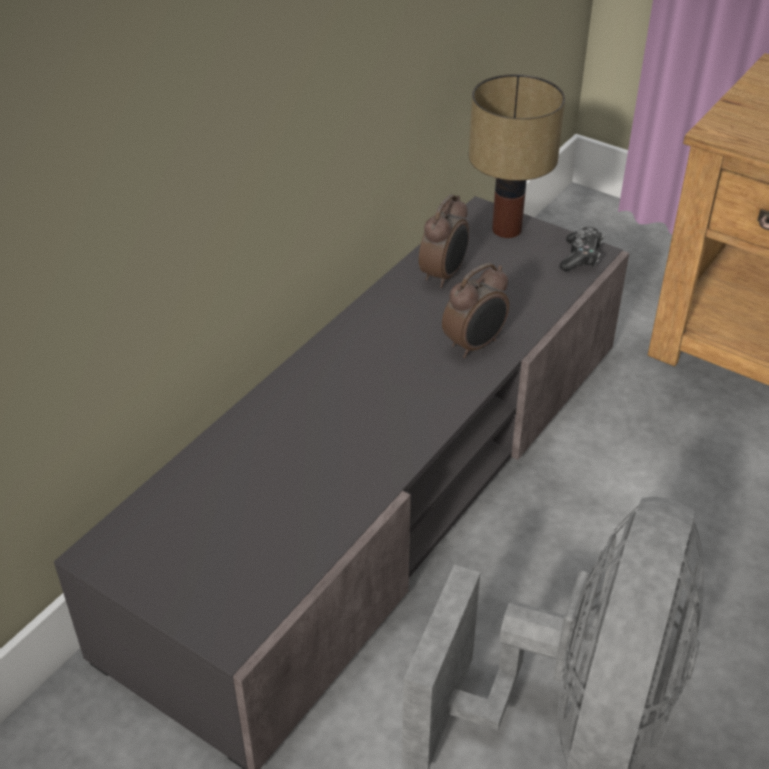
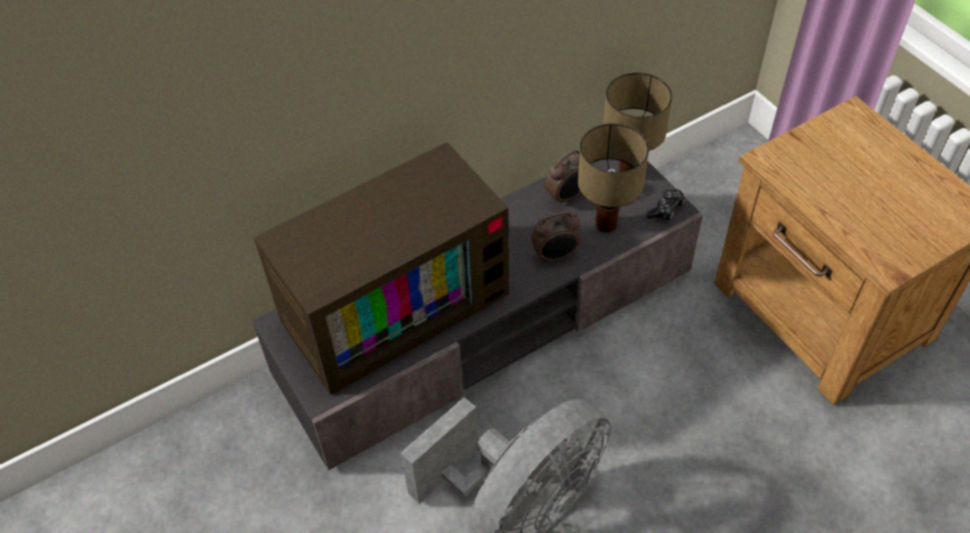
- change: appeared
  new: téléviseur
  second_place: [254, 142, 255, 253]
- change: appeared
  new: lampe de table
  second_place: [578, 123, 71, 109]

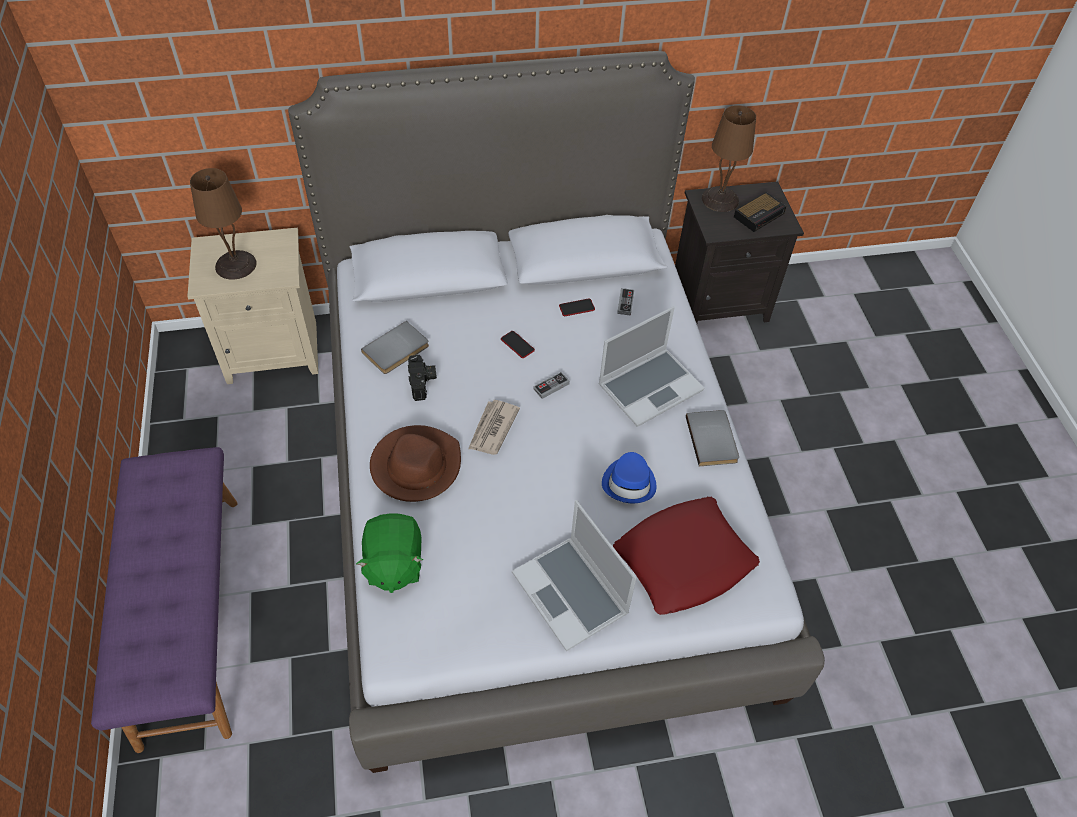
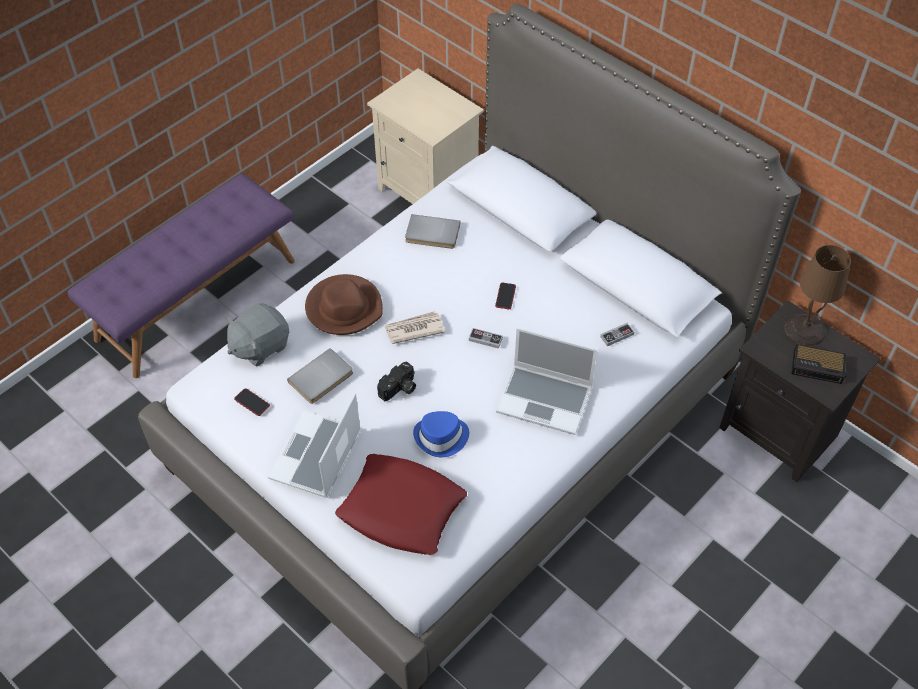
- change: colour
  old: peluche (vert)
  new: peluche (gris)
  first_place: [356, 513, 67, 80]
  second_place: [226, 303, 63, 63]
- change: relocated
  old: téléphone
  first_place: [559, 299, 36, 17]
  second_place: [234, 388, 36, 28]
- change: relocated
  old: livre (gris)
  first_place: [686, 410, 53, 56]
  second_place: [287, 348, 66, 56]
- change: relocated
  old: appareil photo
  first_place: [408, 355, 29, 46]
  second_place: [377, 361, 39, 40]
- change: missing
  old: lampe de table (marron)
  first_place: [190, 168, 67, 112]

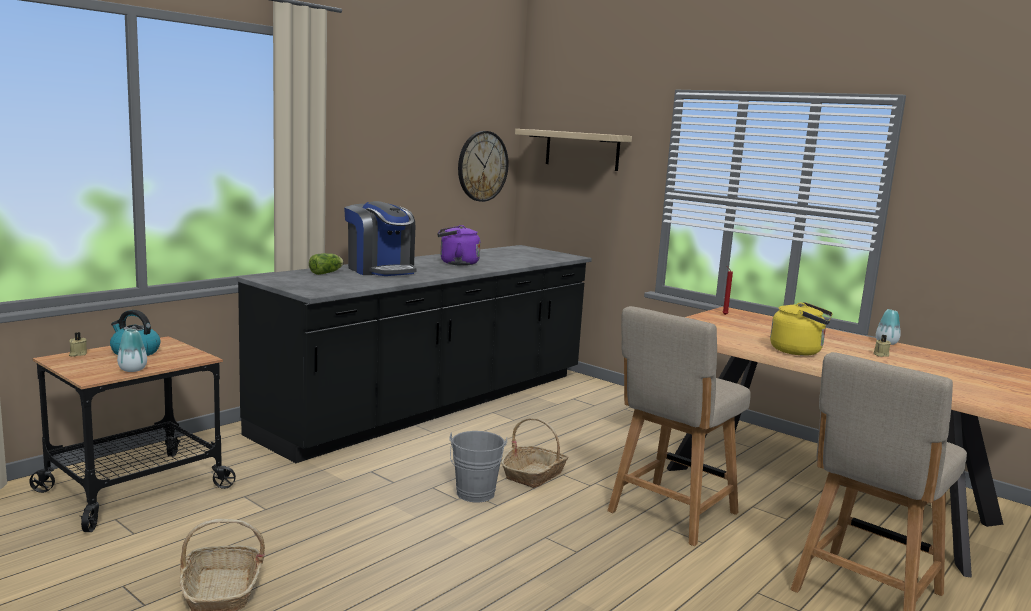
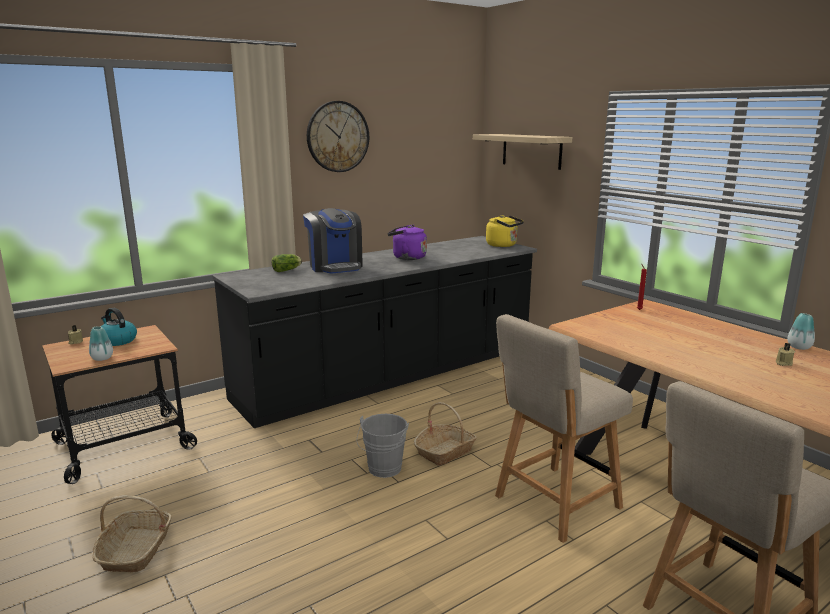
- change: relocated
  old: horloge murale
  first_place: [458, 131, 51, 71]
  second_place: [307, 101, 62, 71]
- change: relocated
  old: bouilloire (jaune)
  first_place: [770, 302, 63, 54]
  second_place: [486, 215, 38, 32]

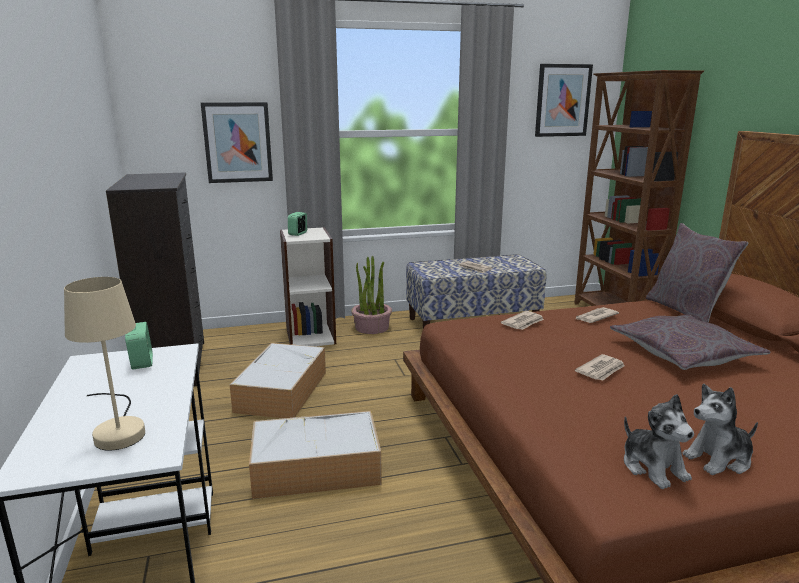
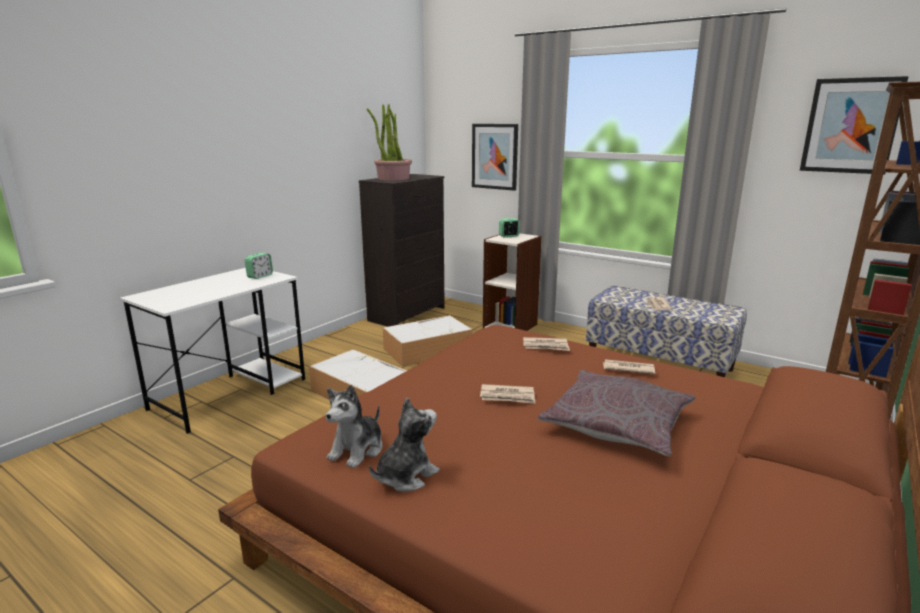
- change: relocated
  old: plante en pot
  first_place: [351, 256, 41, 78]
  second_place: [367, 104, 45, 76]
- change: spun
  old: peluche
  first_place: [682, 384, 76, 91]
  second_place: [369, 398, 71, 94]
  degrees: 105
- change: missing
  old: lampe de table (beige)
  first_place: [64, 277, 81, 174]
- change: missing
  old: coussin (gris)
  first_place: [646, 223, 102, 100]

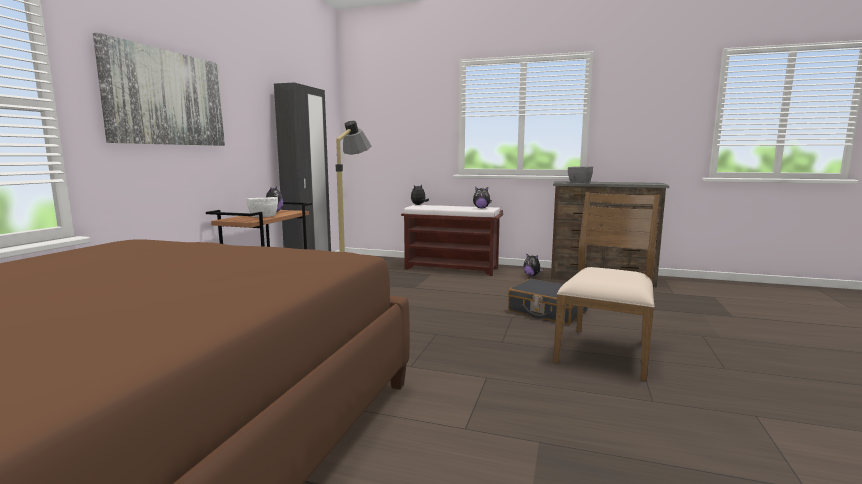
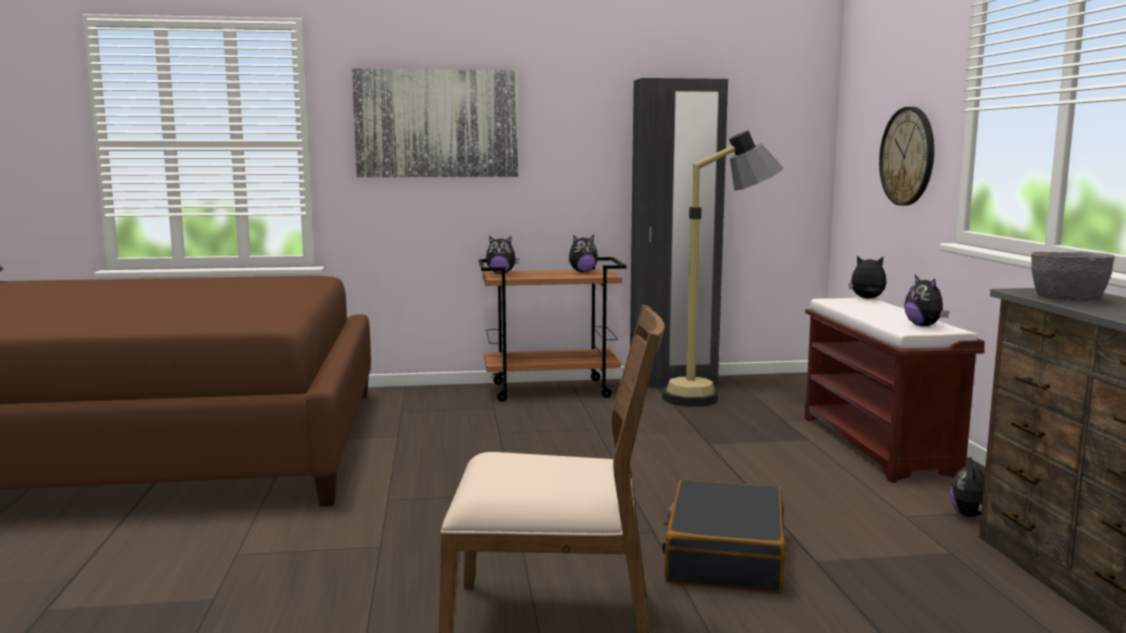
- change: appeared
  new: peluche
  second_place: [486, 236, 33, 38]
- change: appeared
  new: horloge murale
  second_place: [879, 107, 55, 99]
- change: missing
  old: bol (blanc)
  first_place: [247, 197, 31, 20]

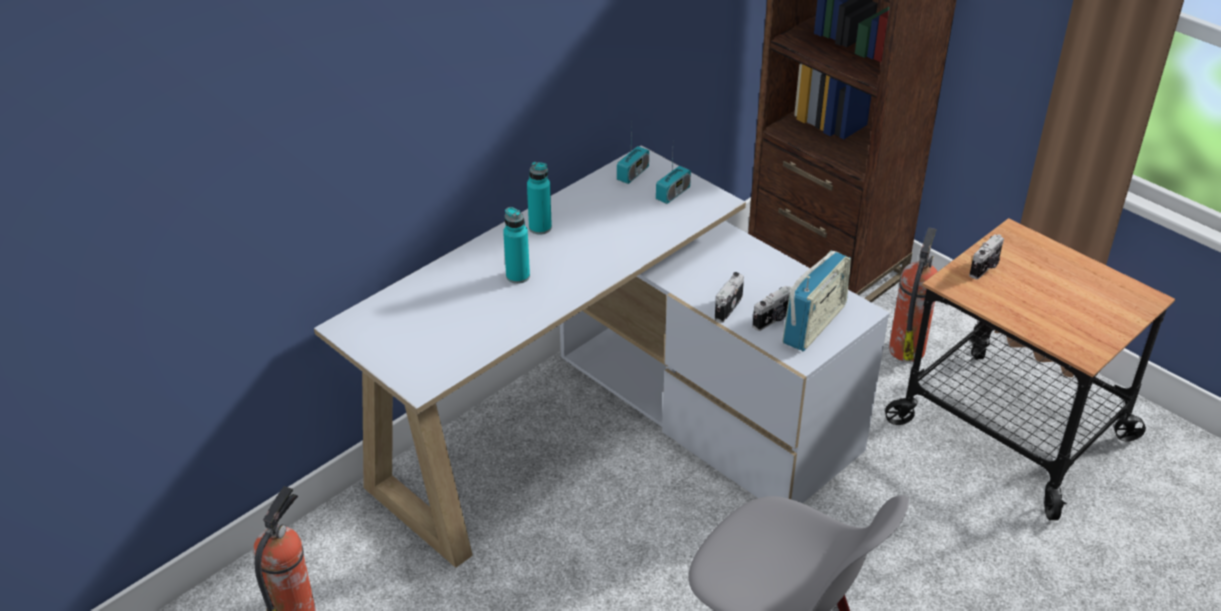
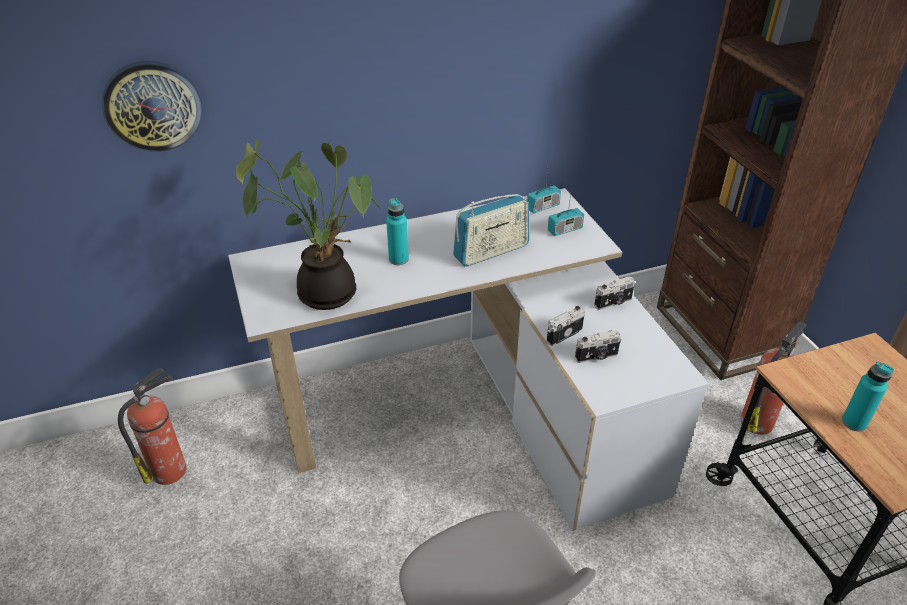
- change: appeared
  new: horloge murale
  second_place: [102, 61, 100, 91]
- change: appeared
  new: plante en pot
  second_place: [236, 140, 146, 170]
- change: relocated
  old: radio
  first_place: [782, 250, 69, 101]
  second_place: [453, 194, 76, 73]
- change: relocated
  old: appareil photo
  first_place: [969, 234, 35, 45]
  second_place: [594, 276, 41, 34]
- change: relocated
  old: bouteille (turquoise)
  first_place: [527, 162, 25, 73]
  second_place: [842, 362, 52, 69]

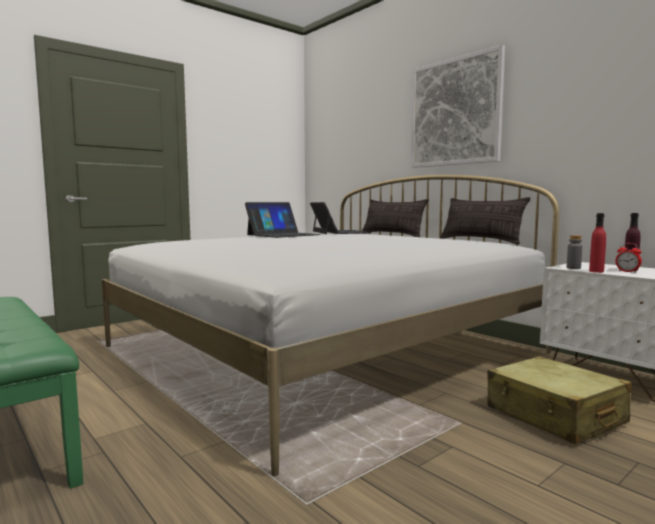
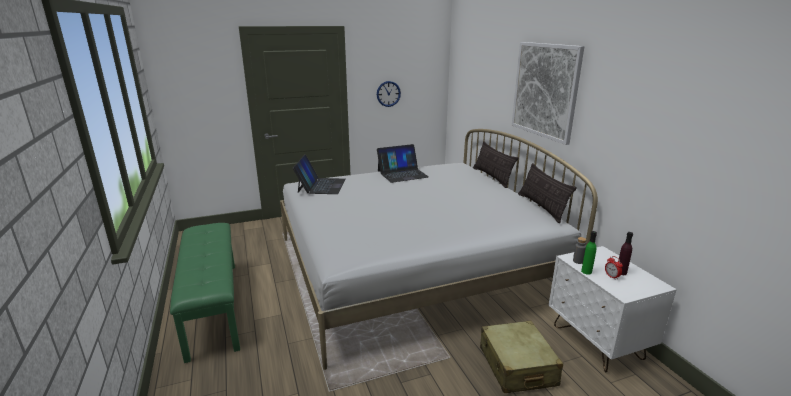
- change: relocated
  old: ordinateur portable
  first_place: [310, 202, 60, 32]
  second_place: [293, 154, 52, 40]
- change: appeared
  new: horloge murale
  second_place: [377, 81, 24, 26]
- change: colour
  old: bouteille (rouge)
  new: bouteille (vert)
  first_place: [589, 213, 17, 60]
  second_place: [581, 231, 16, 44]

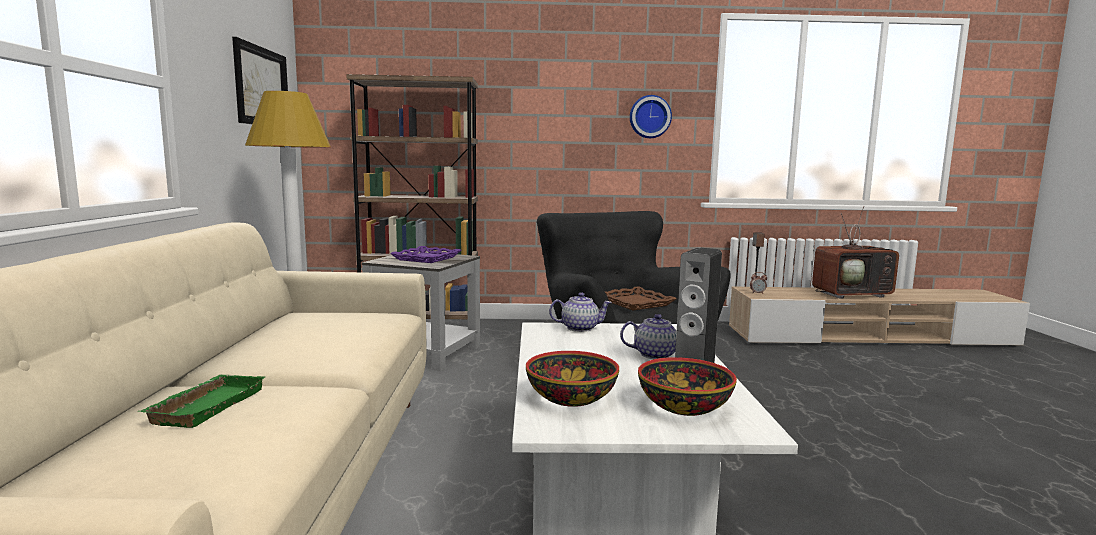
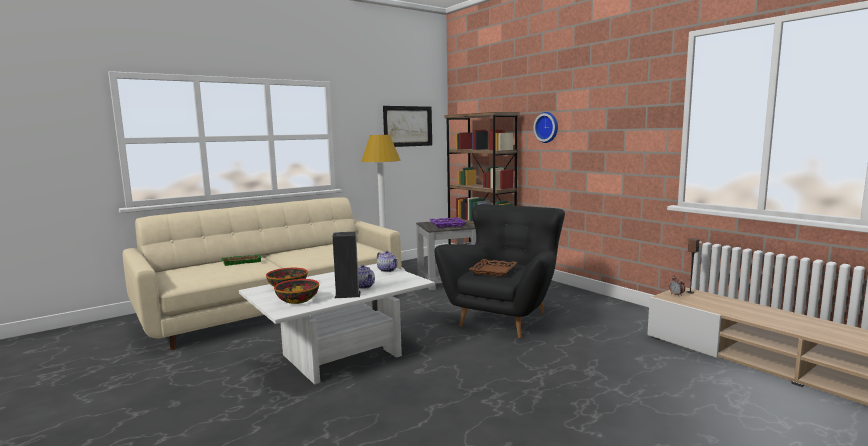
- change: relocated
  old: horloge murale
  first_place: [630, 95, 42, 43]
  second_place: [533, 112, 25, 31]
- change: missing
  old: téléviseur
  first_place: [812, 206, 87, 92]

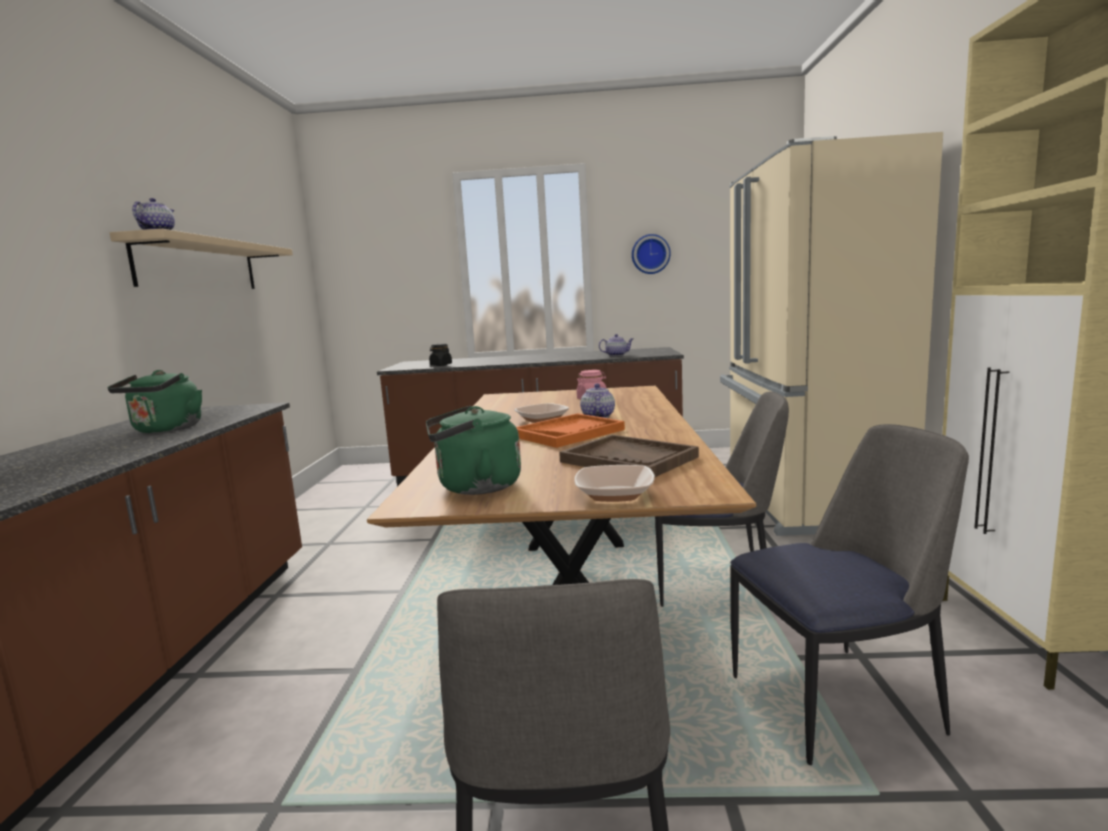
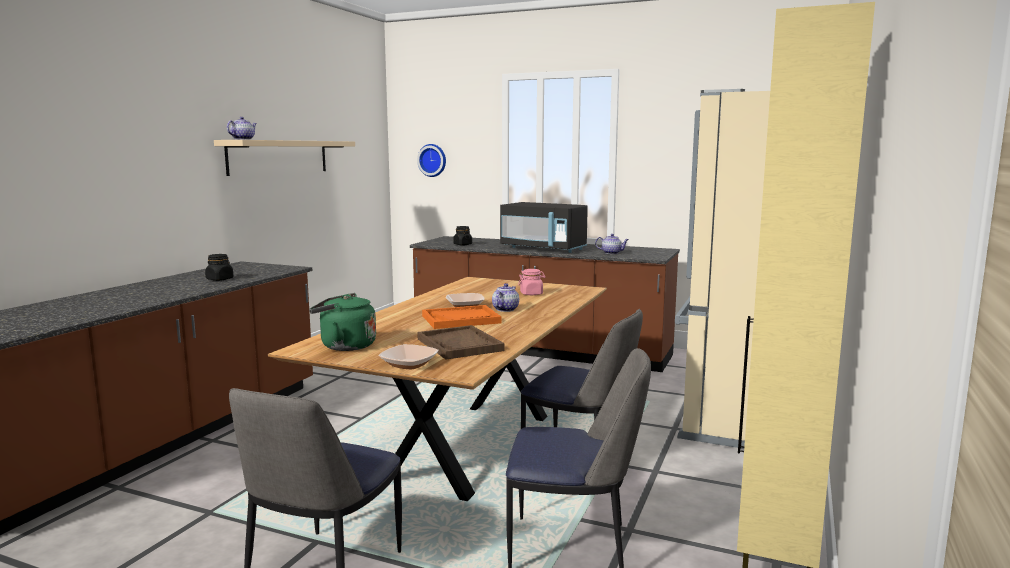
- change: exchanged
  old: bouilloire (vert)
  new: bocal (noir)
  first_place: [108, 370, 94, 63]
  second_place: [205, 254, 28, 27]
- change: relocated
  old: horloge murale
  first_place: [632, 234, 39, 40]
  second_place: [417, 144, 29, 33]
- change: appeared
  new: micro-ondes (noir)
  second_place: [500, 202, 88, 51]

